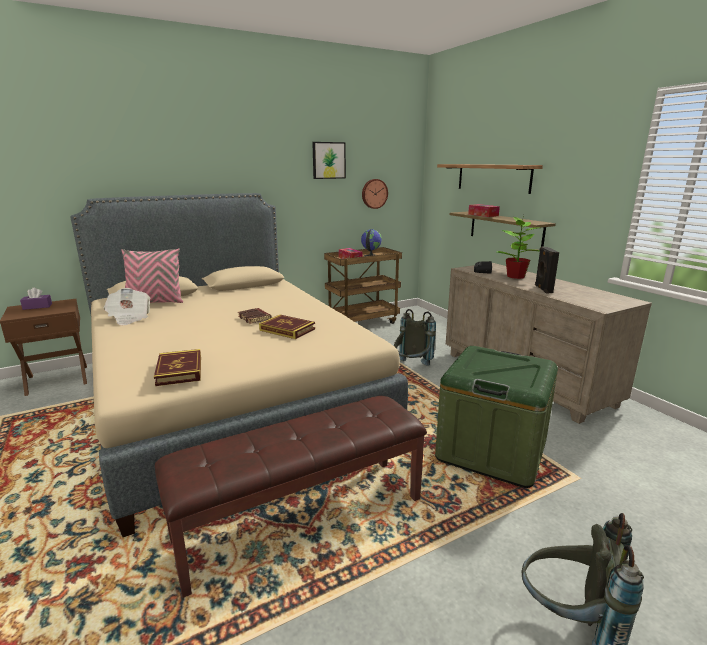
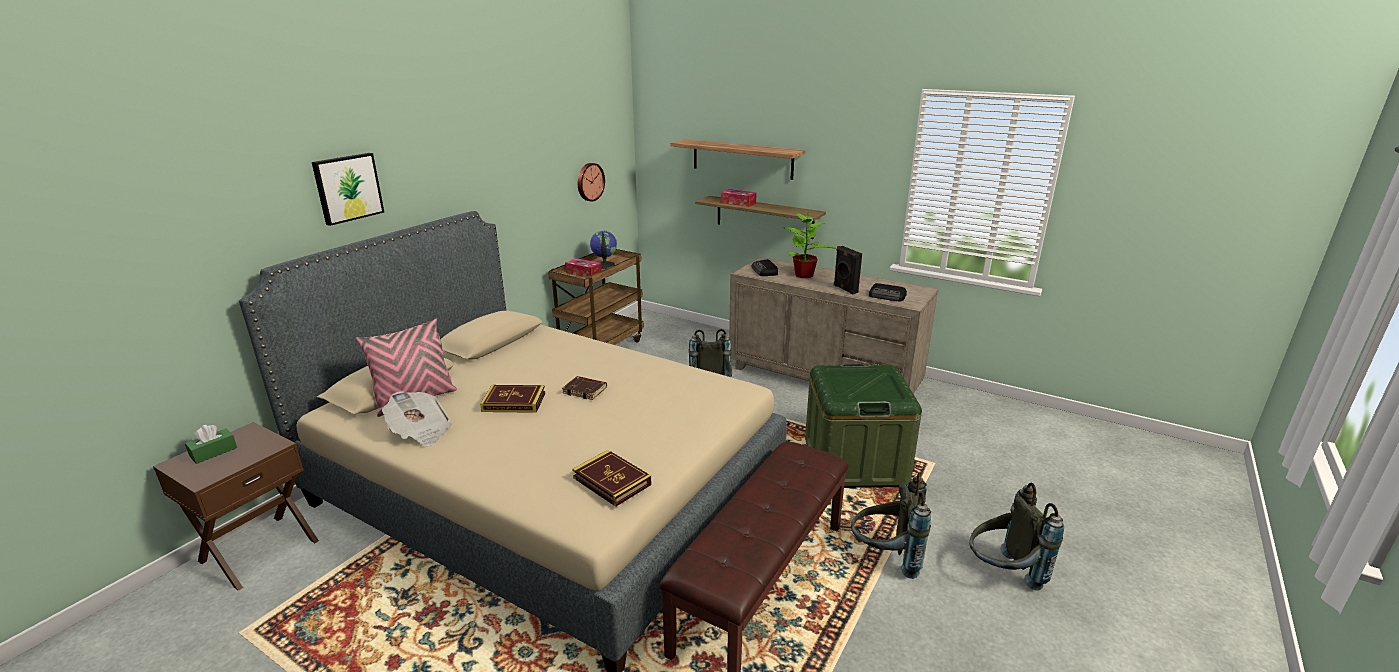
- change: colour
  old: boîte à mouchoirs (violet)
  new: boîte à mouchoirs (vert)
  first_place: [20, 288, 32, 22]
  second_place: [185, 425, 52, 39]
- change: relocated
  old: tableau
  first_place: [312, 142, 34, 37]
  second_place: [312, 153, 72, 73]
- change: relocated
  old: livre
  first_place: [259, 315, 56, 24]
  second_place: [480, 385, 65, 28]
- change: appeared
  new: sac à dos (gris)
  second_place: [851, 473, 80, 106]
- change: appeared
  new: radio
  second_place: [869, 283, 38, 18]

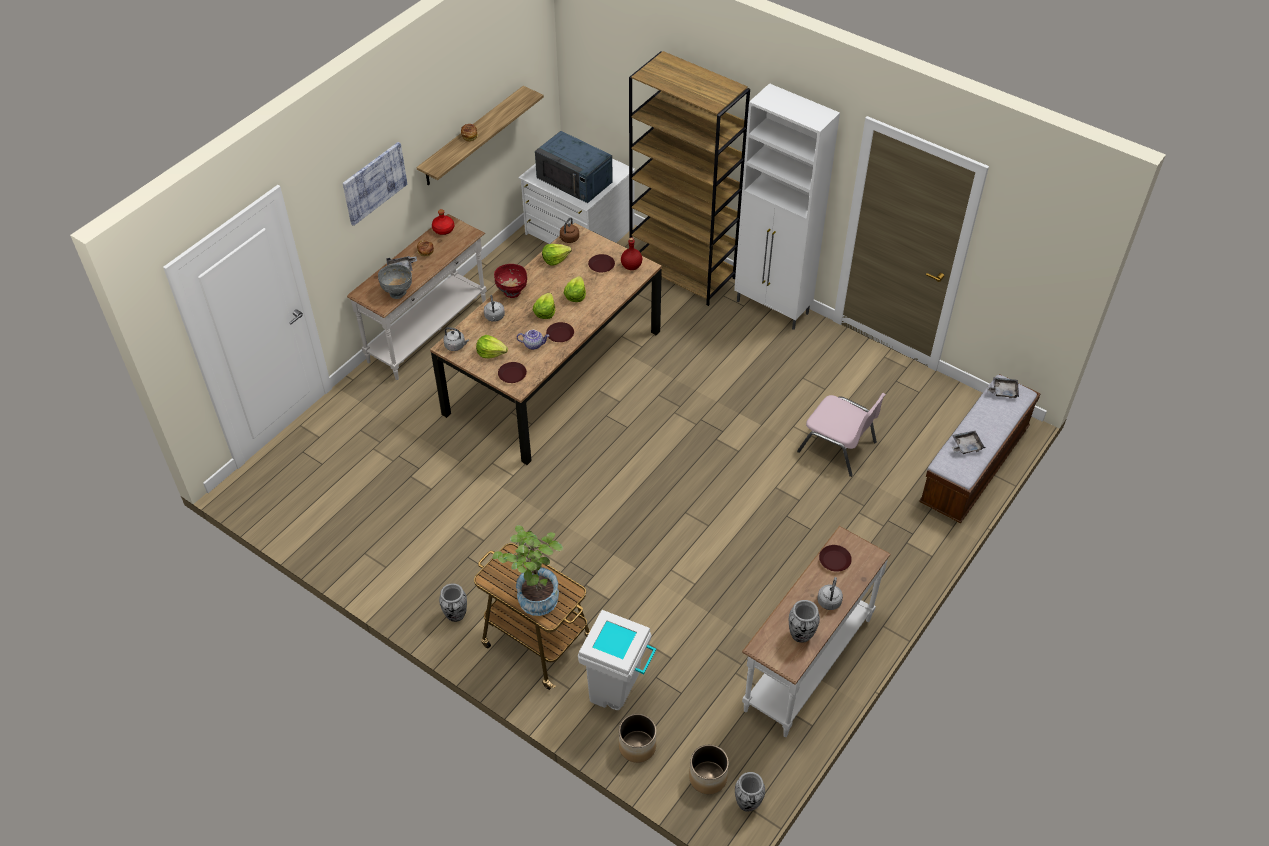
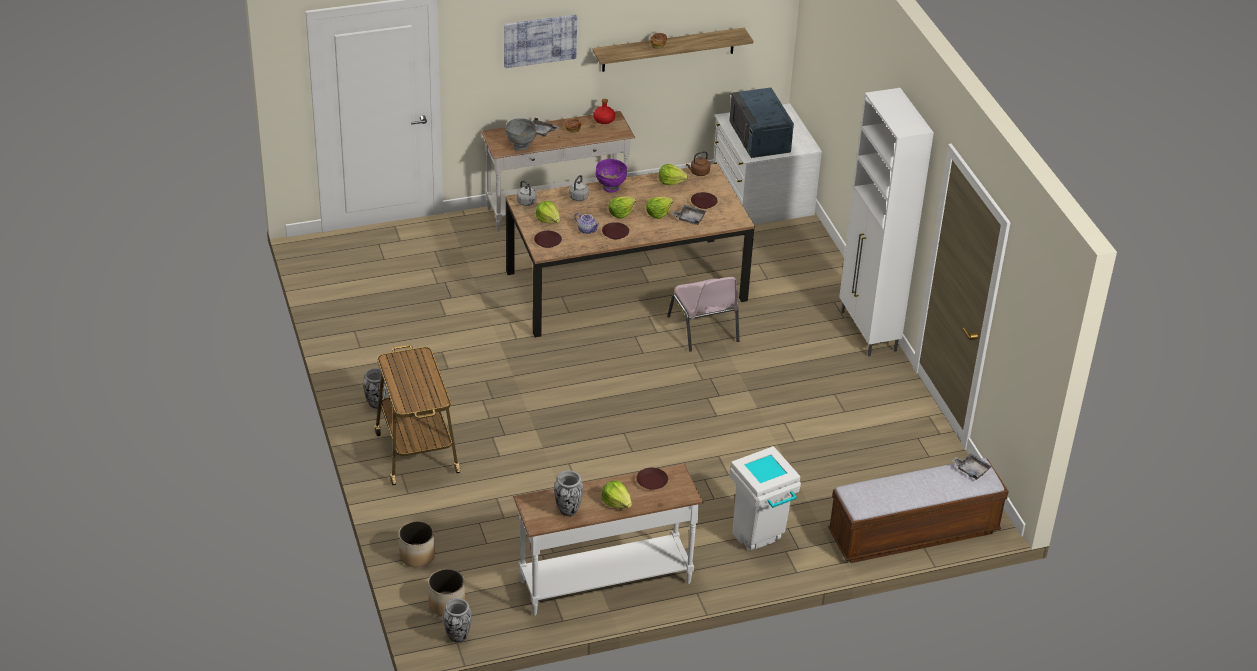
- change: colour
  old: bol (rouge)
  new: bol (violet)
  first_place: [494, 264, 33, 34]
  second_place: [596, 159, 31, 34]
- change: exchanged
  old: bouilloire (gris)
  new: laitue
  first_place: [817, 577, 26, 33]
  second_place: [601, 481, 31, 27]
- change: relocated
  old: chaise (rose)
  first_place: [797, 393, 89, 84]
  second_place: [667, 277, 72, 75]
- change: relocated
  old: plateau (gris)
  first_place: [952, 431, 33, 23]
  second_place: [671, 205, 35, 20]
- change: relocated
  old: poubelle (blanc)
  first_place: [578, 610, 78, 100]
  second_place: [730, 446, 71, 105]
- change: missing
  old: plante en pot
  first_place: [492, 525, 71, 91]
- change: missing
  old: bouteille (rouge)
  first_place: [621, 238, 21, 32]
- change: missing
  old: bibliothèque (marron)
  first_place: [629, 51, 121, 255]

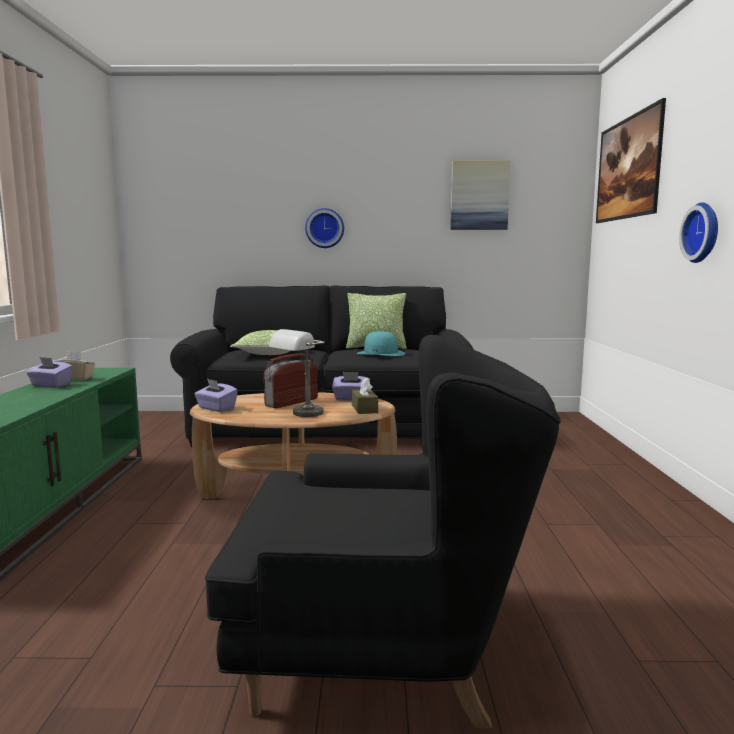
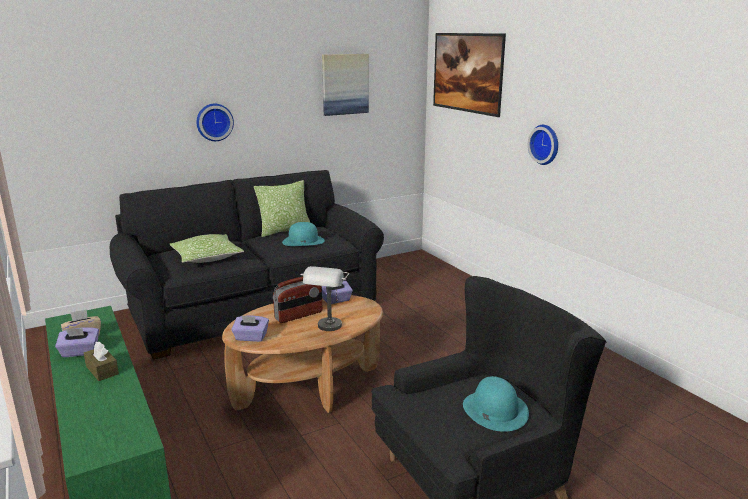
- change: relocated
  old: boîte à mouchoirs (marron)
  first_place: [352, 378, 26, 36]
  second_place: [84, 342, 35, 39]
- change: spun
  old: radio
  first_place: [264, 353, 54, 55]
  second_place: [273, 277, 50, 46]
  degrees: -135
- change: appeared
  new: chapeau (turquoise)
  second_place: [463, 376, 66, 56]

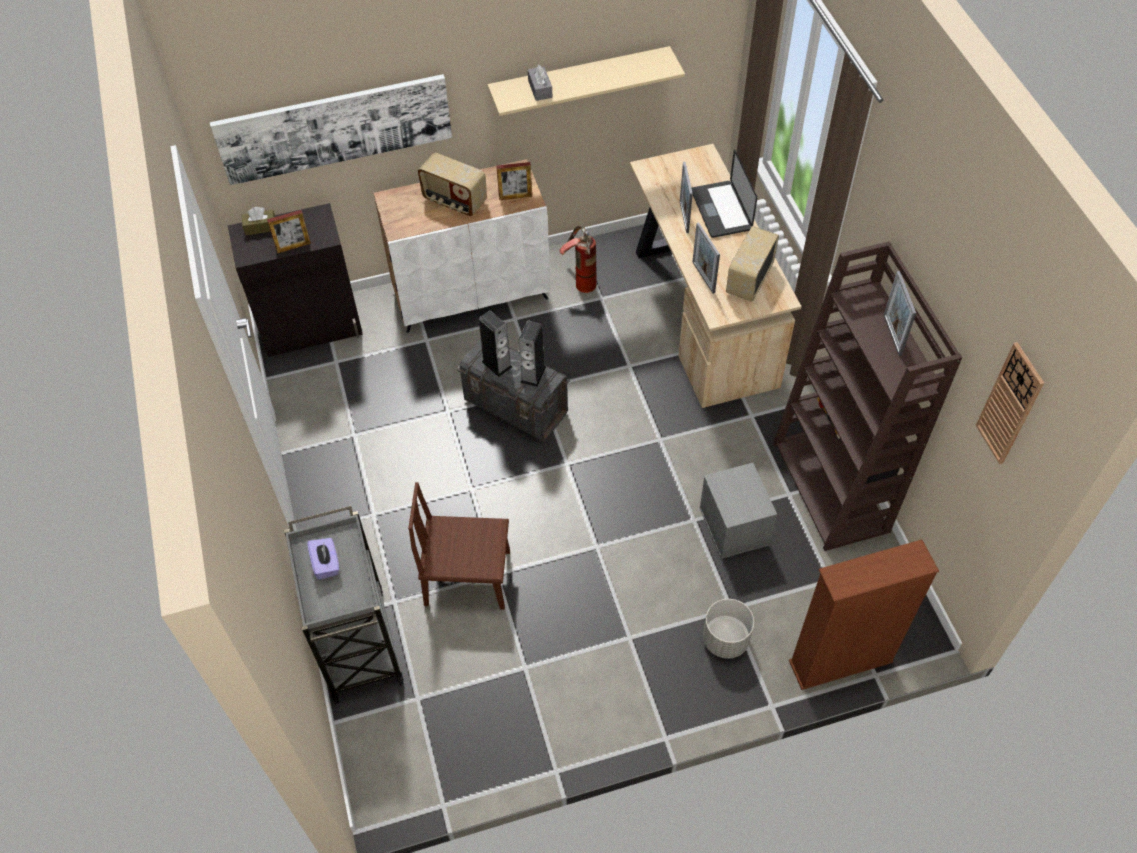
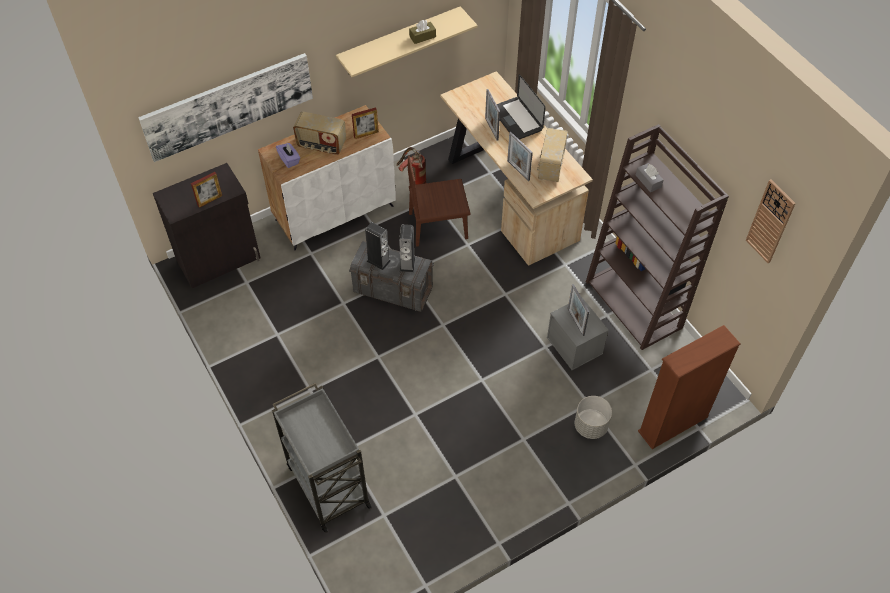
- change: relocated
  old: boîte à mouchoirs (violet)
  first_place: [307, 538, 32, 42]
  second_place: [276, 142, 24, 26]
- change: relocated
  old: chaise (marron)
  first_place: [408, 482, 102, 128]
  second_place: [408, 156, 62, 91]
- change: relocated
  old: boîte à mouchoirs (marron)
  first_place: [242, 207, 33, 28]
  second_place: [409, 20, 27, 24]
- change: relocated
  old: cadre photo
  first_place: [884, 271, 32, 85]
  second_place: [568, 284, 21, 52]
- change: relocated
  old: boîte à mouchoirs (gris)
  first_place: [528, 65, 25, 36]
  second_place: [636, 163, 27, 29]

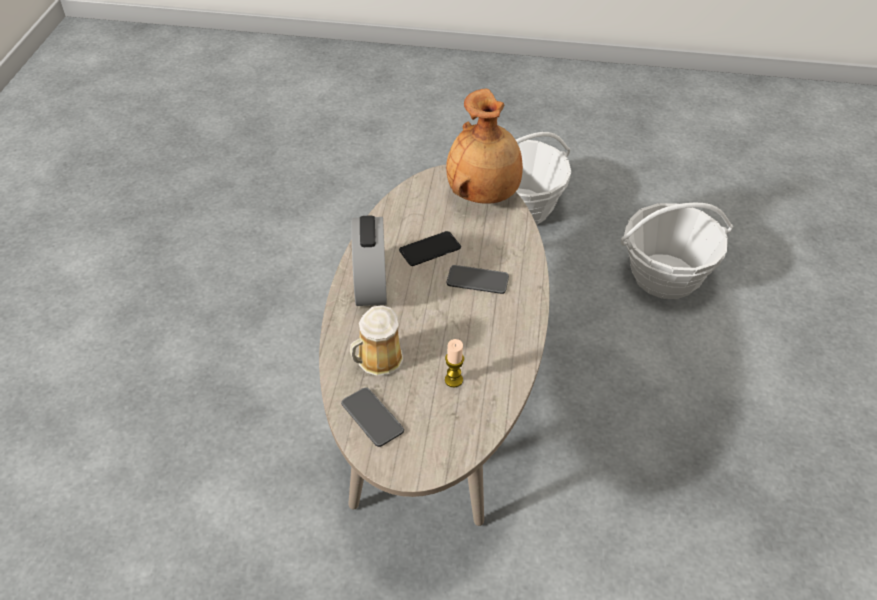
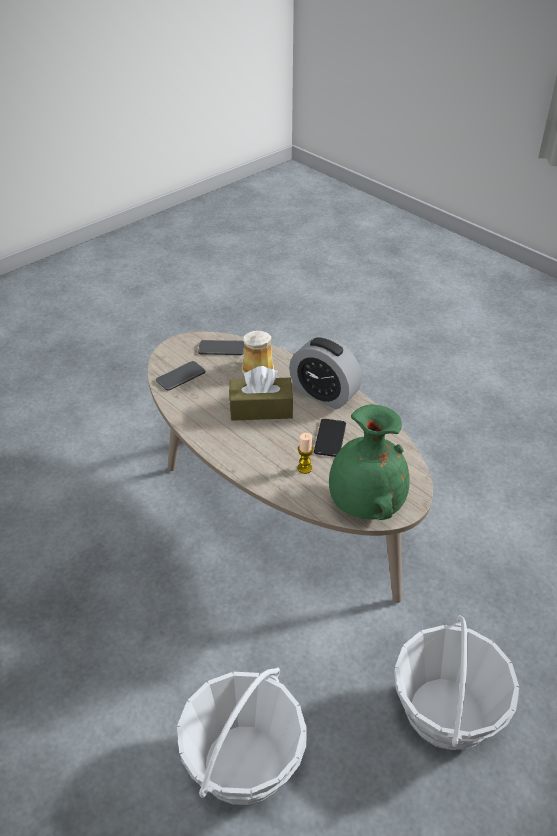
- change: relocated
  old: téléphone
  first_place: [446, 265, 63, 29]
  second_place: [156, 361, 49, 30]
- change: appeared
  new: boîte à mouchoirs (marron)
  second_place: [229, 366, 64, 55]
- change: relocated
  old: bougie
  first_place: [445, 339, 19, 48]
  second_place: [298, 433, 15, 41]
- change: colour
  old: vase (marron)
  new: vase (vert)
  first_place: [446, 89, 77, 115]
  second_place: [329, 404, 81, 116]

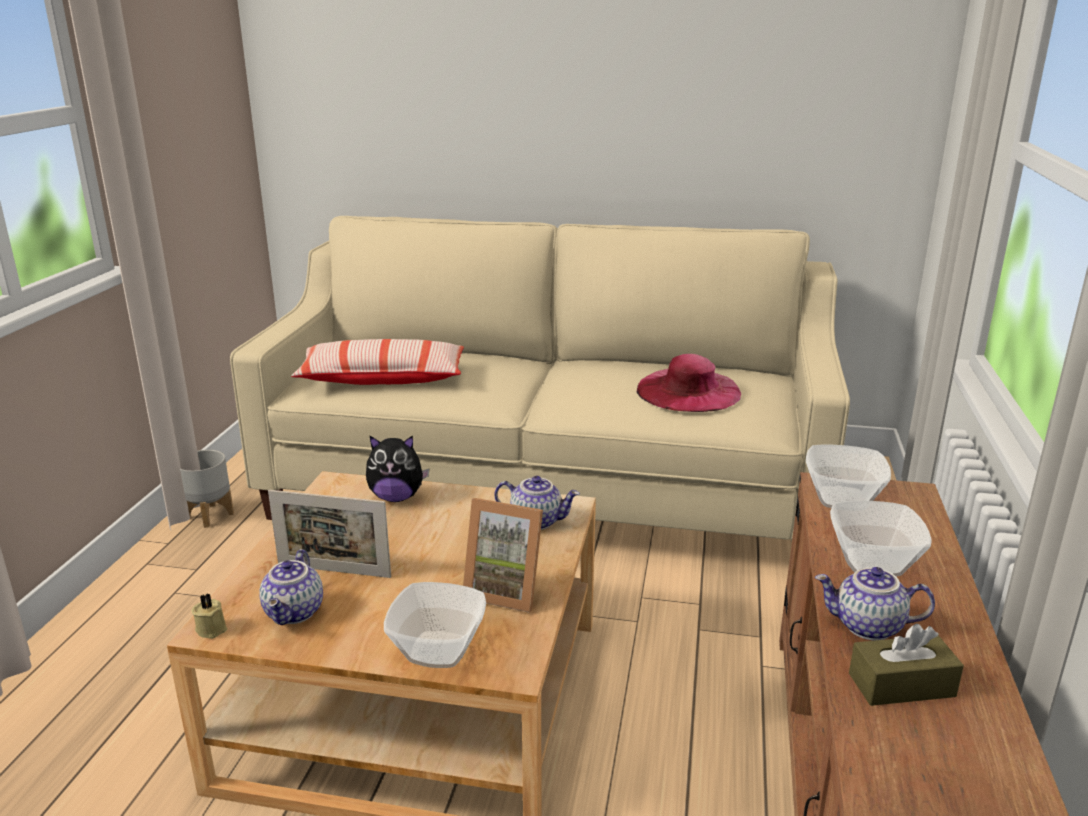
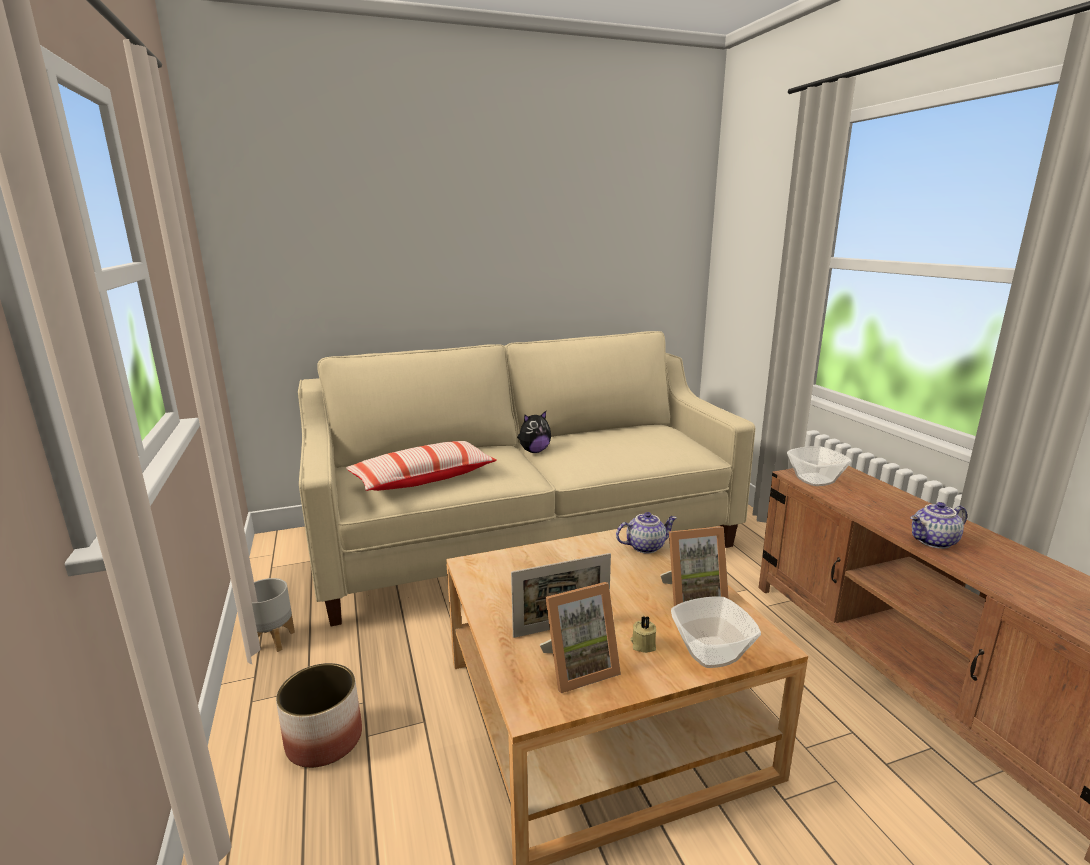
- change: appeared
  new: cache-pot
  second_place: [276, 663, 86, 105]
- change: relocated
  old: peluche
  first_place: [366, 436, 64, 66]
  second_place: [517, 411, 34, 42]
- change: exchanged
  old: théière
  new: cadre photo
  first_place: [259, 549, 64, 76]
  second_place: [540, 582, 81, 111]
- change: relocated
  old: bougie (beige)
  first_place: [191, 593, 36, 46]
  second_place: [631, 616, 25, 37]
- change: missing
  old: chapeau (rose)
  first_place: [637, 354, 104, 58]
- change: missing
  old: bol
  first_place: [830, 501, 102, 76]
- change: missing
  old: boîte à mouchoirs (marron)
  first_place: [849, 623, 115, 83]

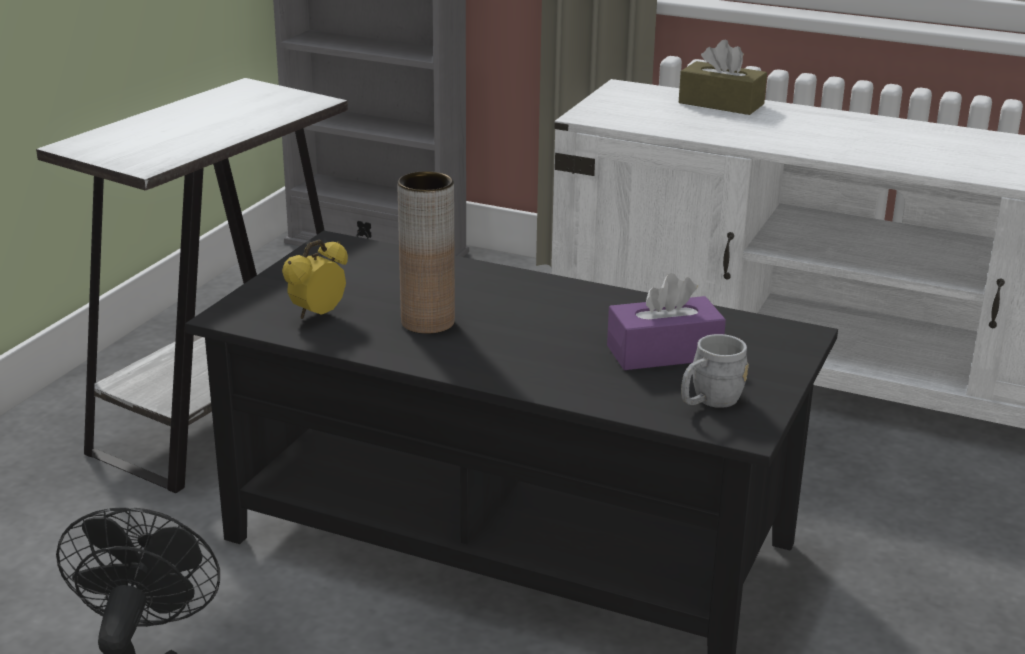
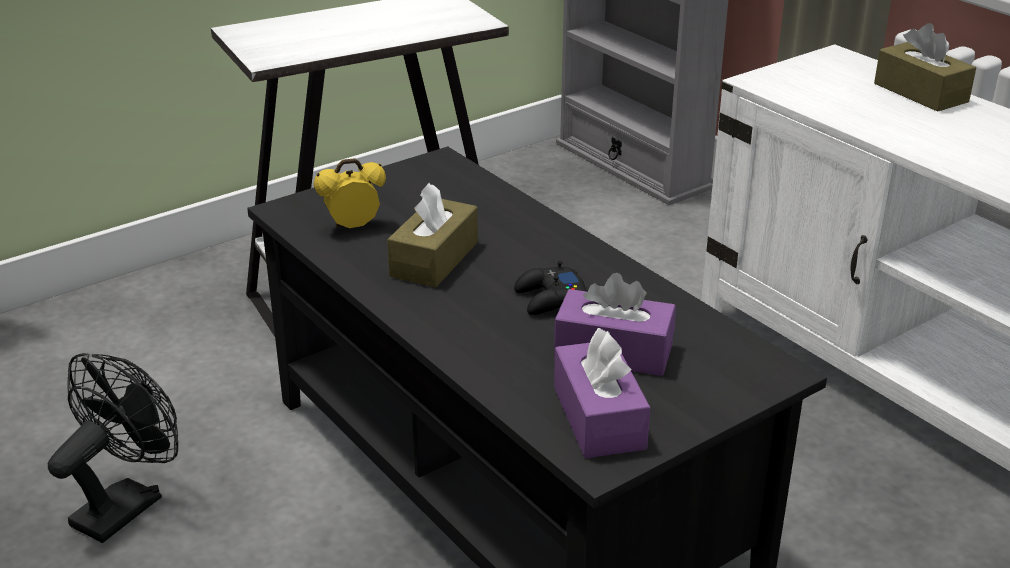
- change: exchanged
  old: vase (marron)
  new: boîte à mouchoirs (marron)
  first_place: [397, 171, 58, 163]
  second_place: [387, 183, 91, 104]
- change: appeared
  new: manette (noir)
  second_place: [514, 261, 75, 54]
- change: exchanged
  old: mug (gris)
  new: boîte à mouchoirs (violet)
  first_place: [681, 334, 68, 74]
  second_place: [554, 328, 96, 130]

